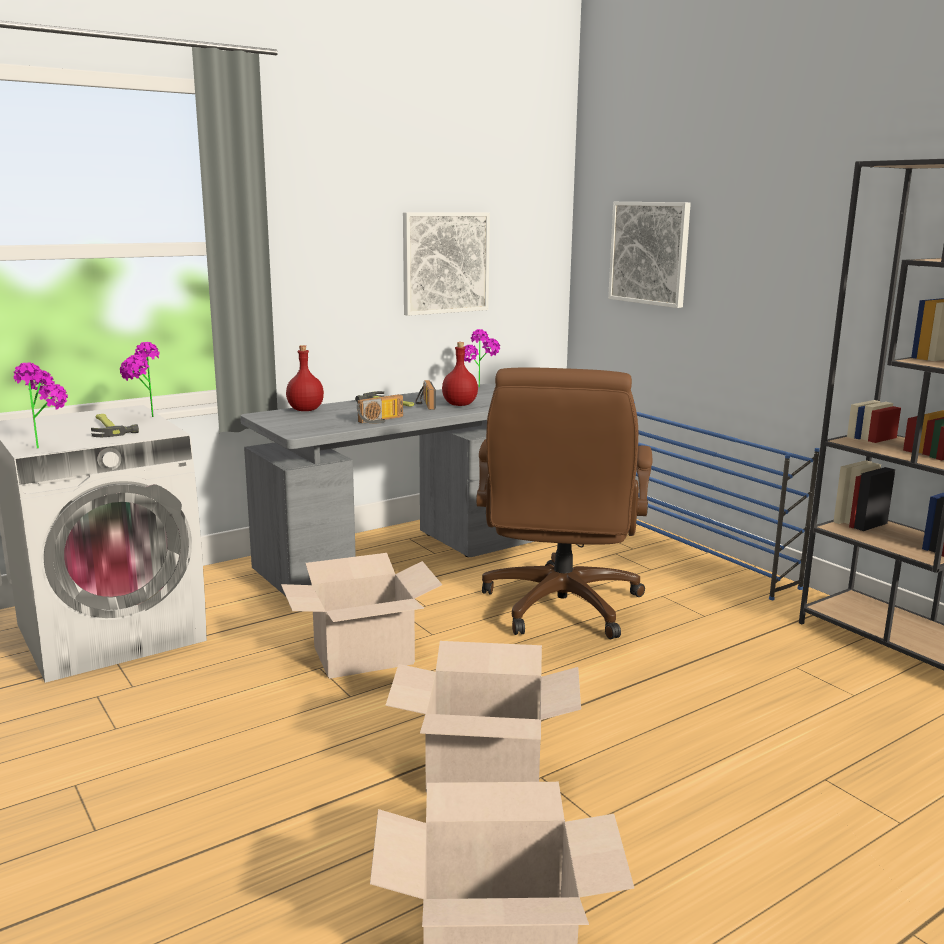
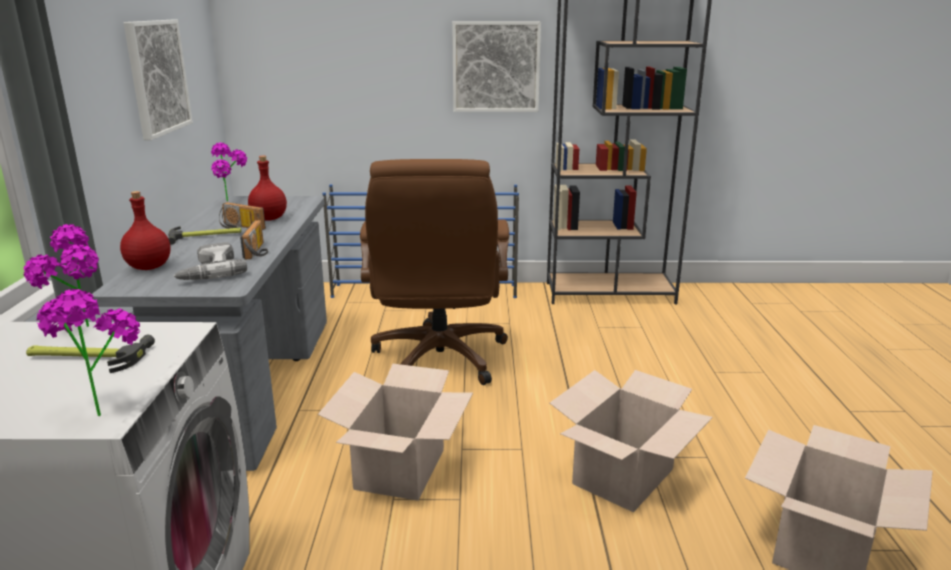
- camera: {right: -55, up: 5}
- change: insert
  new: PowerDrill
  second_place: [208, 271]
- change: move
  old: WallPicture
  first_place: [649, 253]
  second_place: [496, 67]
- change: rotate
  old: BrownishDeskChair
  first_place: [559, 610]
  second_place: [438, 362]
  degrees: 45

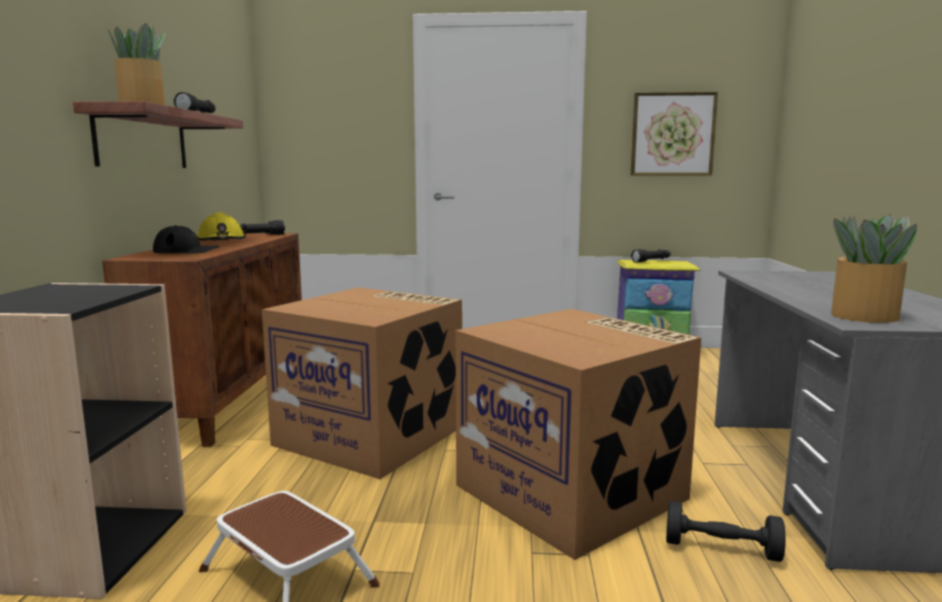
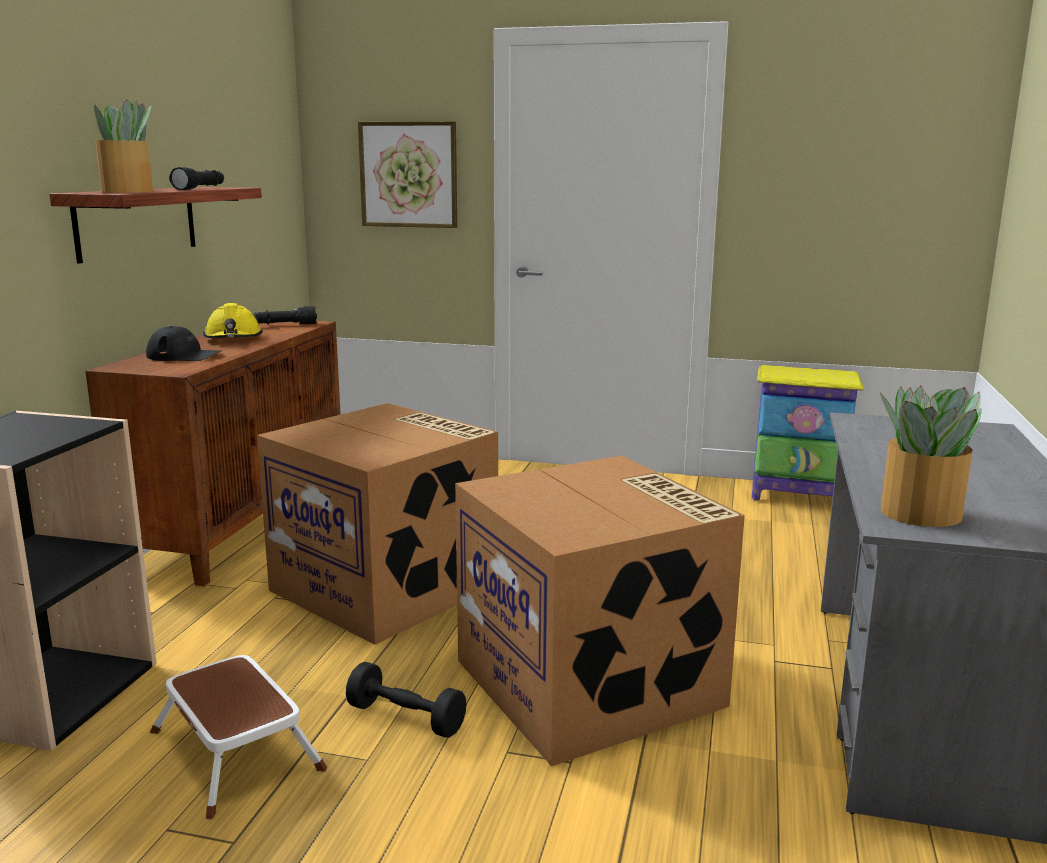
- camera: {right: 10, up: 5}
- change: delete
  old: BlackColouredHandTorch
  first_place: [651, 261]
- change: move
  old: WallPicture
  first_place: [672, 134]
  second_place: [408, 175]
- change: move
  old: BlackColouredHandWeight
  first_place: [721, 549]
  second_place: [406, 718]

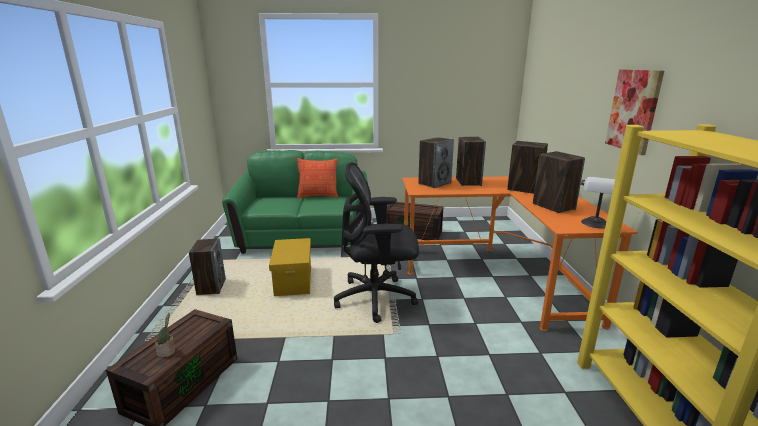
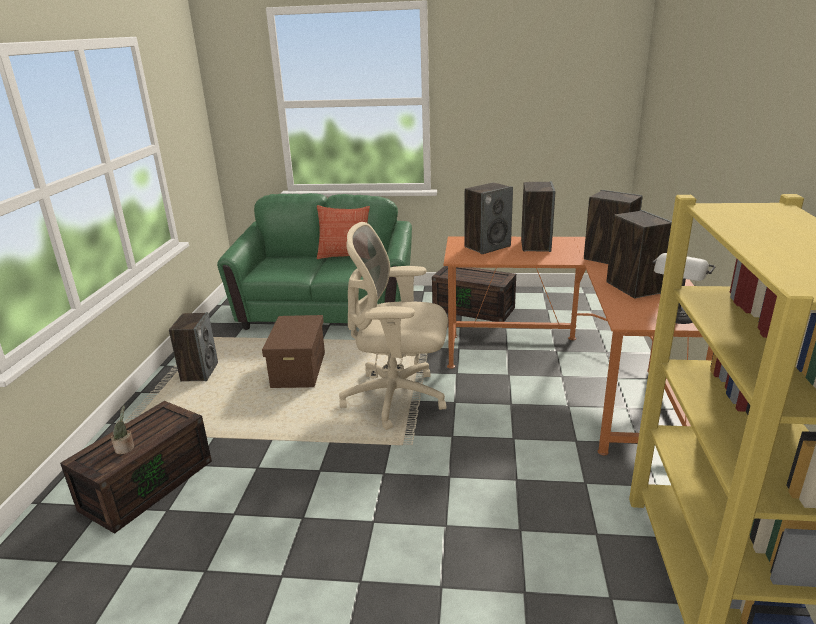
- camera: {right: 10, up: 5}
- change: delete
  old: WallPicture
  first_place: [633, 110]
- change: recolor
  old: YellowStorageBox
  new: BrownishStorageBox
  first_place: [293, 281]
  second_place: [298, 369]
- change: recolor
  old: BlackColouredDeskChair
  new: BeigeColouredDeskChair
  first_place: [380, 297]
  second_place: [401, 396]

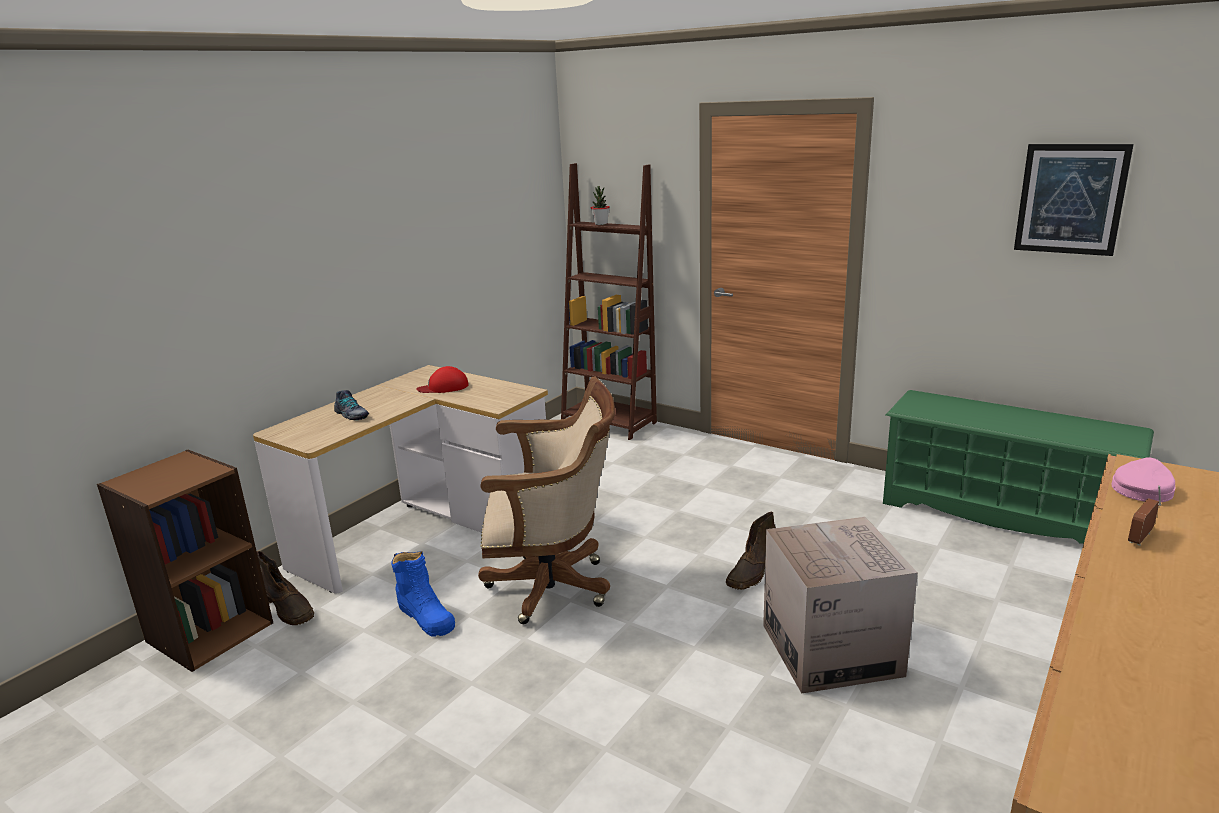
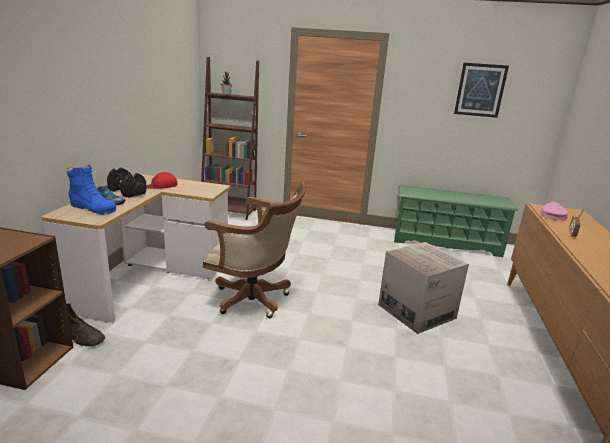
- camera: {right: -25, up: 0}
- change: delete
  old: BrownishBoot
  first_place: [753, 573]
- change: insert
  new: BlackColouredHandWeight
  second_place: [127, 192]
- change: move
  old: BlueBoot
  first_place: [426, 617]
  second_place: [93, 208]
- change: rotate
  old: DeskChair
  first_place: [555, 586]
  second_place: [254, 300]
  degrees: 45

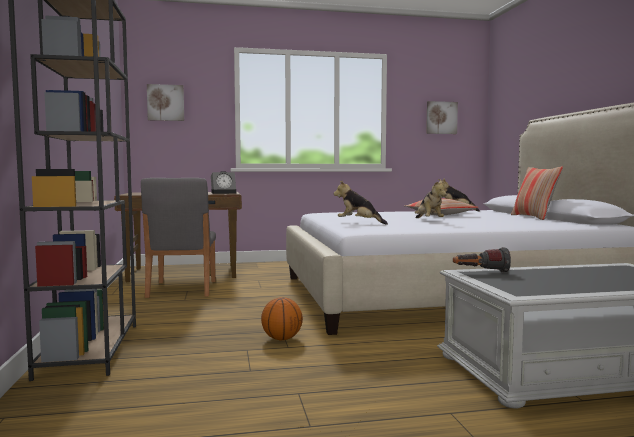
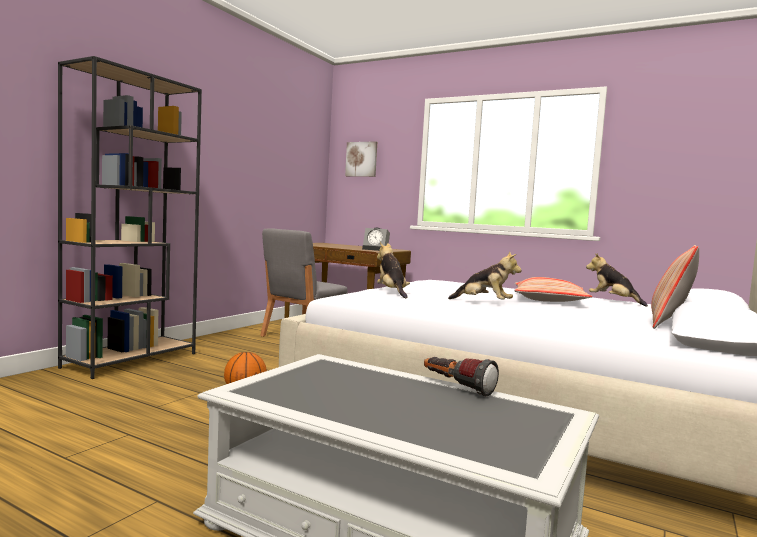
- camera: {right: 40, up: 0}
- change: delete
  old: WallPicture
  first_place: [441, 118]
- change: move
  old: HandTorch
  first_place: [480, 272]
  second_place: [457, 388]
- change: rotate
  old: CuddlyToy
  first_place: [428, 221]
  second_place: [483, 303]
  degrees: -90

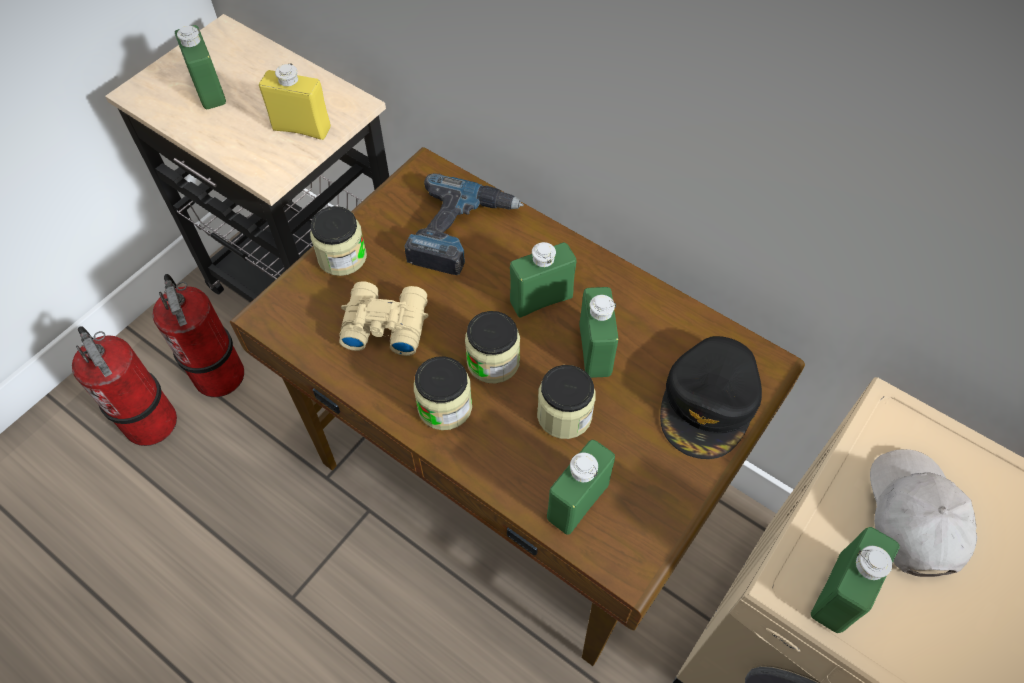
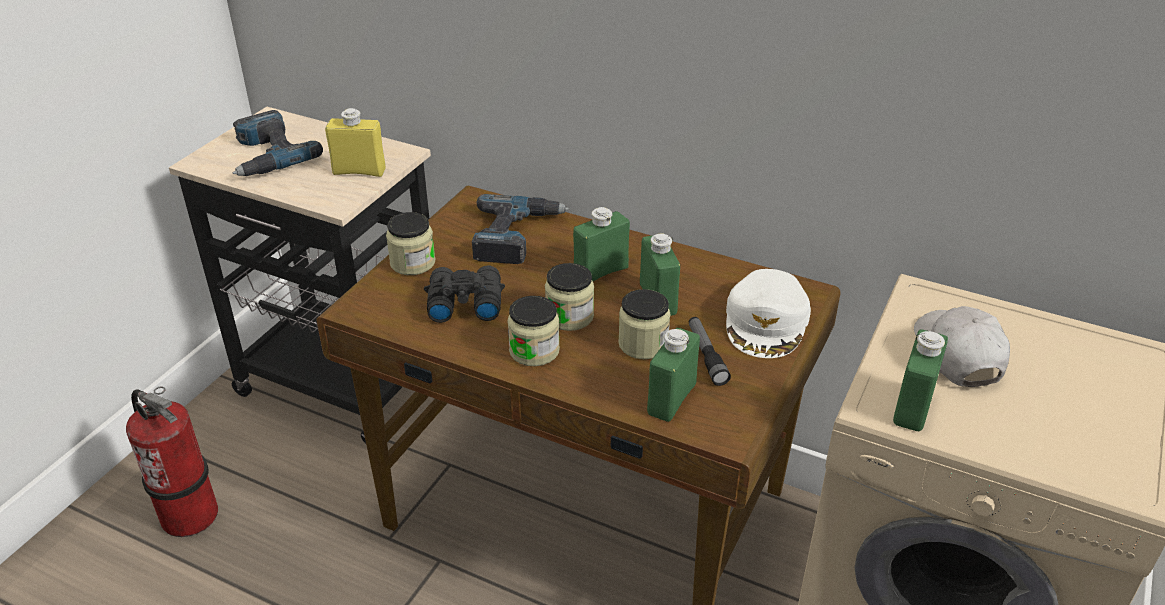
- camera: {right: -10, up: -20}
- change: delete
  old: Extinguisher
  first_place: [220, 374]
- change: insert
  new: HandTorch
  second_place: [706, 355]
- change: replace
  old: GreenDrinkBottle
  new: PowerDrill
  first_place: [209, 90]
  second_place: [267, 155]
- change: recolor
  old: BeigeColouredPairOfBinoculars
  new: BlackColouredPairOfBinoculars
  first_place: [384, 324]
  second_place: [463, 302]
- change: recolor
  old: BlackColouredPeakedCap
  new: WhitePeakedCap
  first_place: [709, 403]
  second_place: [767, 322]

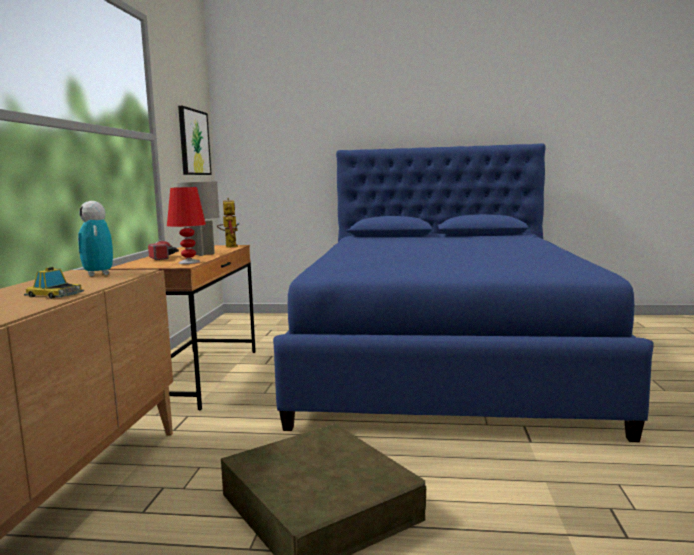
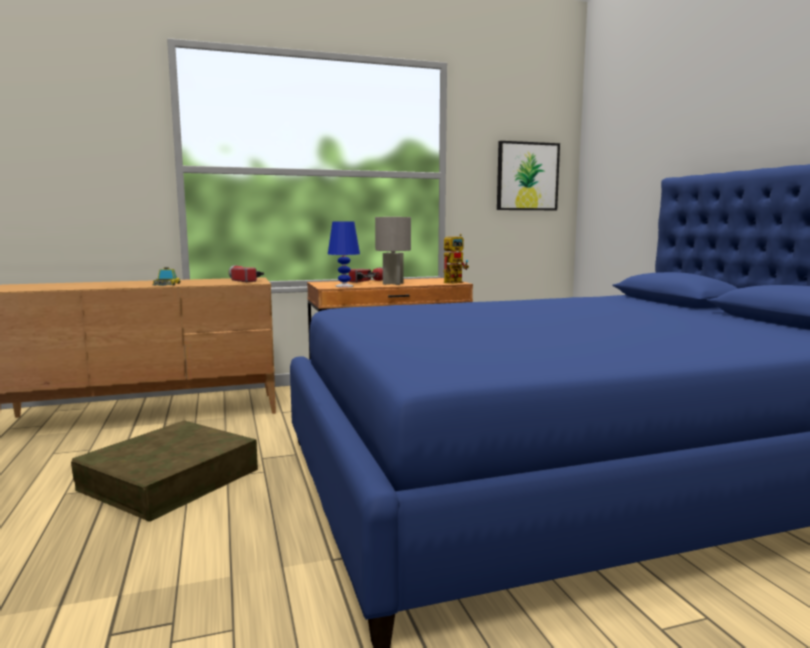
- camera: {right: 65, up: 0}
- change: replace
  old: ToyRobot
  new: HandTorch
  first_place: [98, 274]
  second_place: [243, 281]
- change: recolor
  old: RedLampForATable
  new: BlueLampForATable
  first_place: [189, 262]
  second_place: [344, 286]

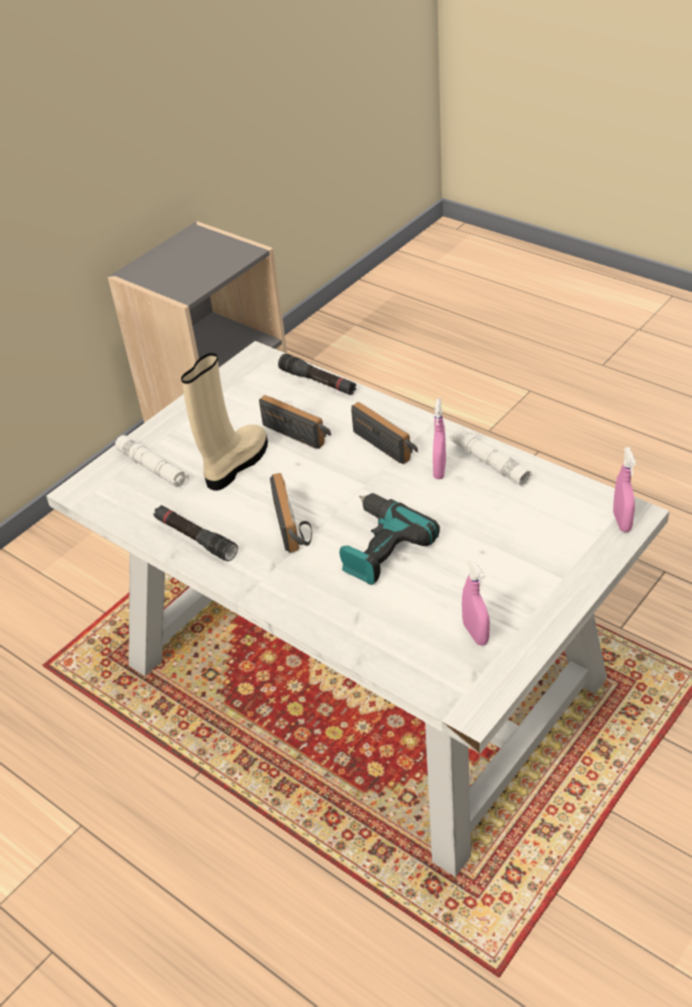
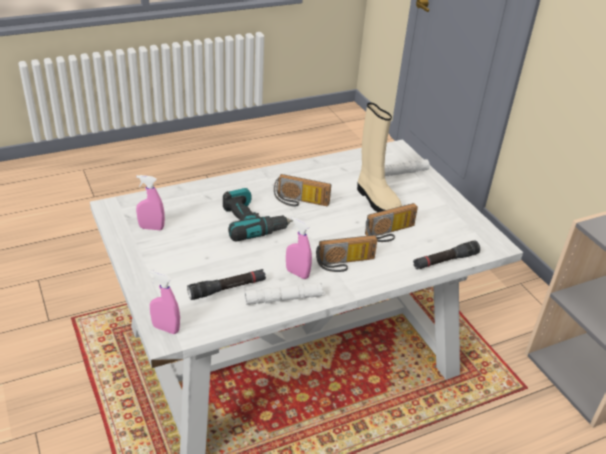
- camera: {right: 110, up: -5}
- change: move
  old: BlackColouredHandTorch
  first_place: [195, 538]
  second_place: [227, 289]

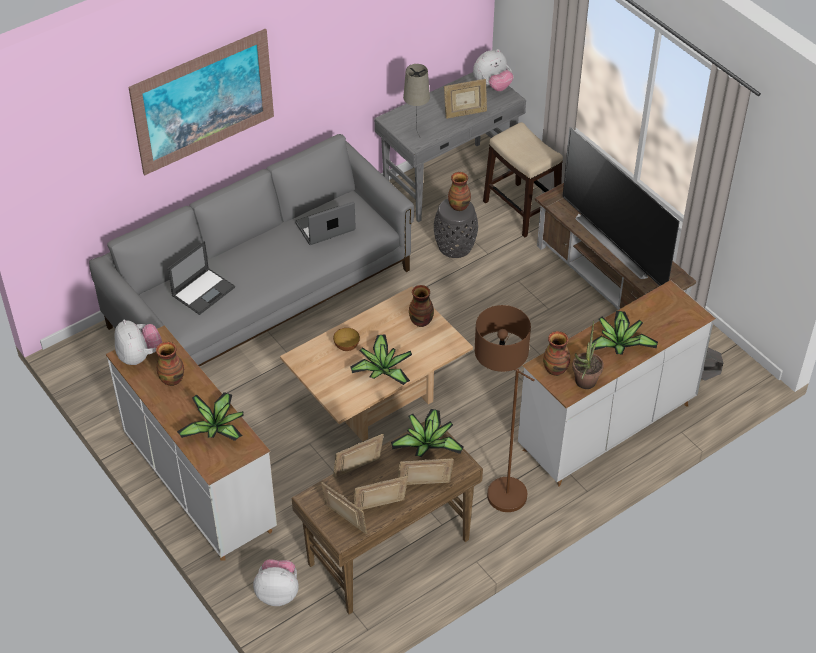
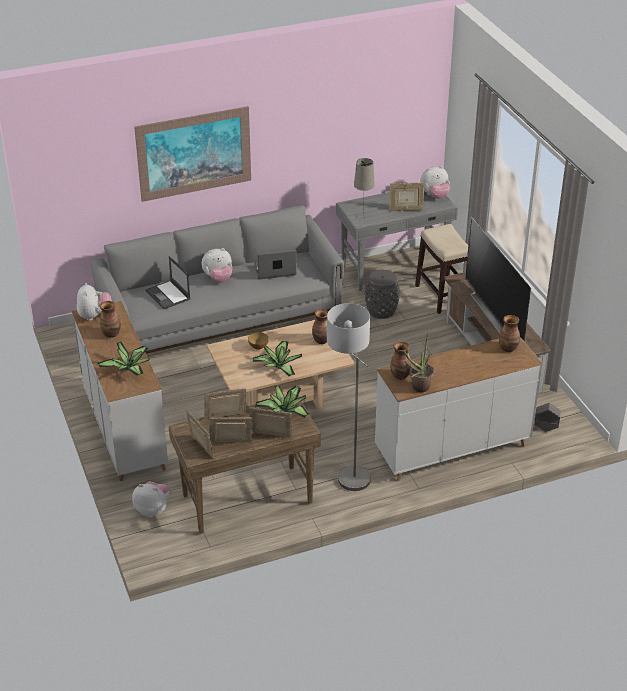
- camera: {right: 15, up: -10}
- change: delete
  old: PlantInAPot
  first_place: [619, 344]
- change: insert
  new: CuddlyToy
  second_place: [218, 278]
- change: move
  old: DecorativeVase
  first_place: [459, 206]
  second_place: [508, 348]
- change: recolor
  old: BrownishFloorLamp
  new: GreyFloorLamp
  first_place: [497, 489]
  second_place: [348, 474]
- change: rotate
  old: NotebookComputer
  first_place: [203, 291]
  second_place: [168, 295]
  degrees: 90

